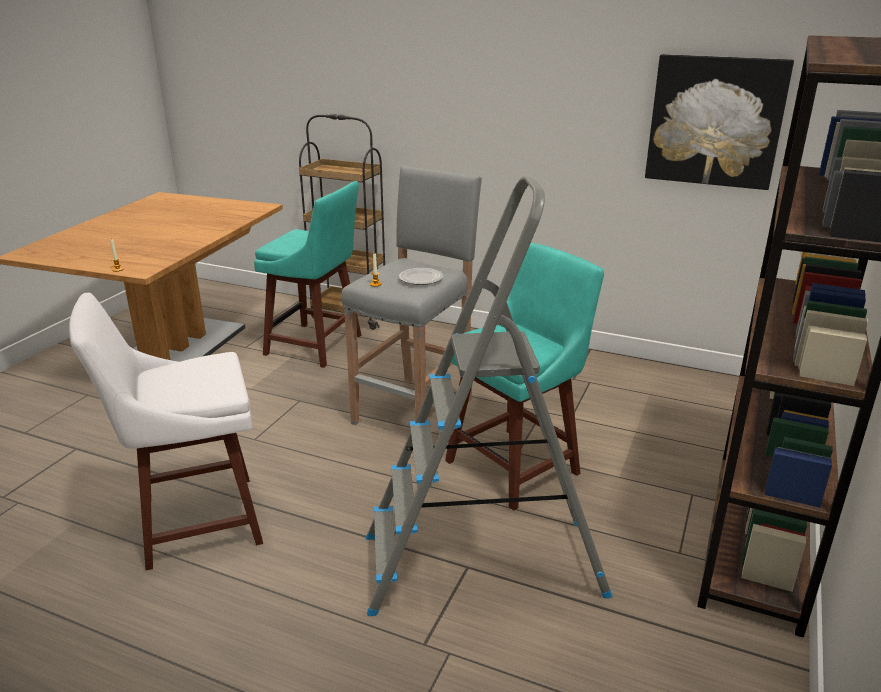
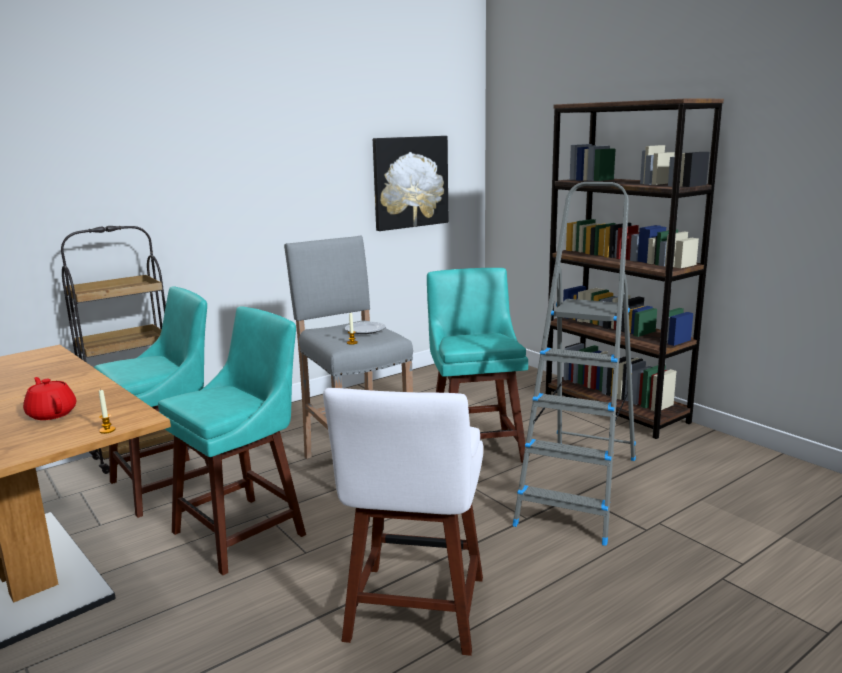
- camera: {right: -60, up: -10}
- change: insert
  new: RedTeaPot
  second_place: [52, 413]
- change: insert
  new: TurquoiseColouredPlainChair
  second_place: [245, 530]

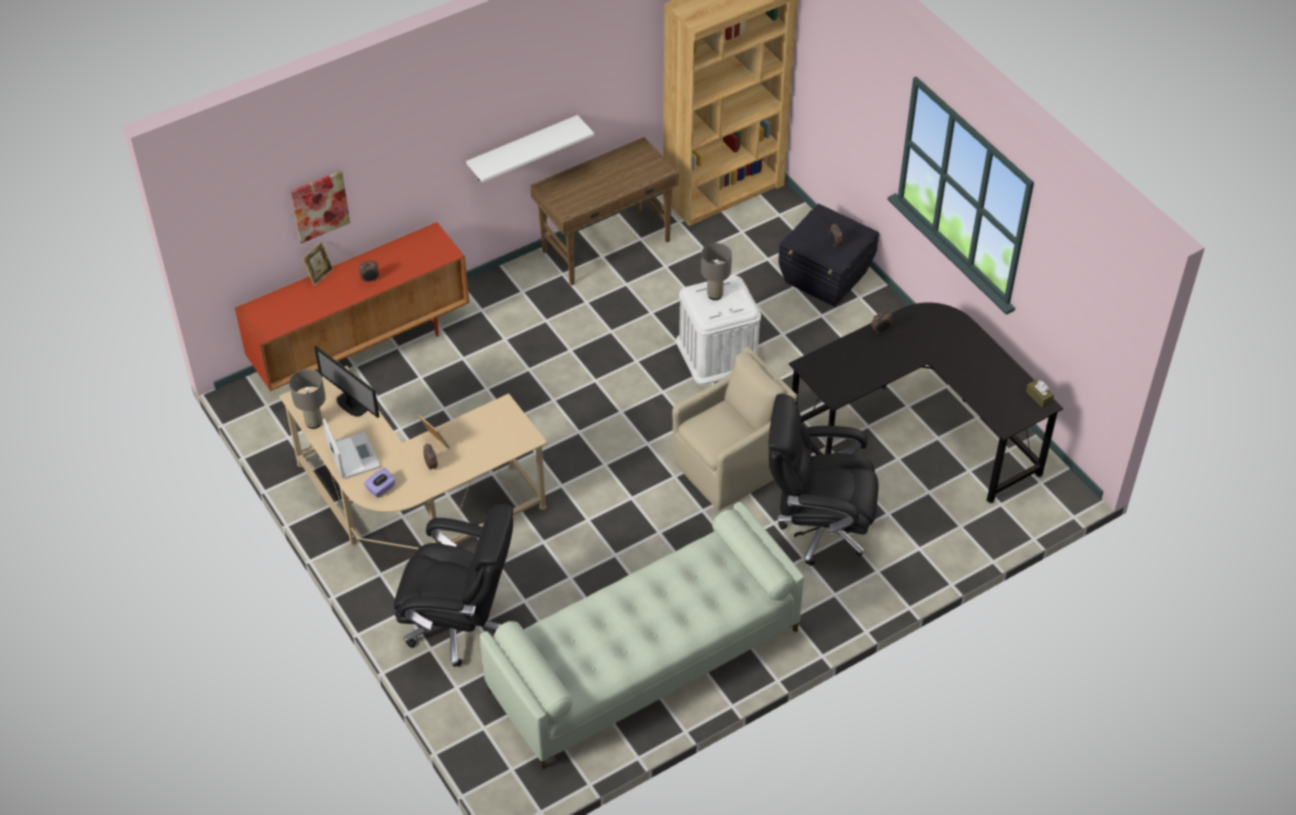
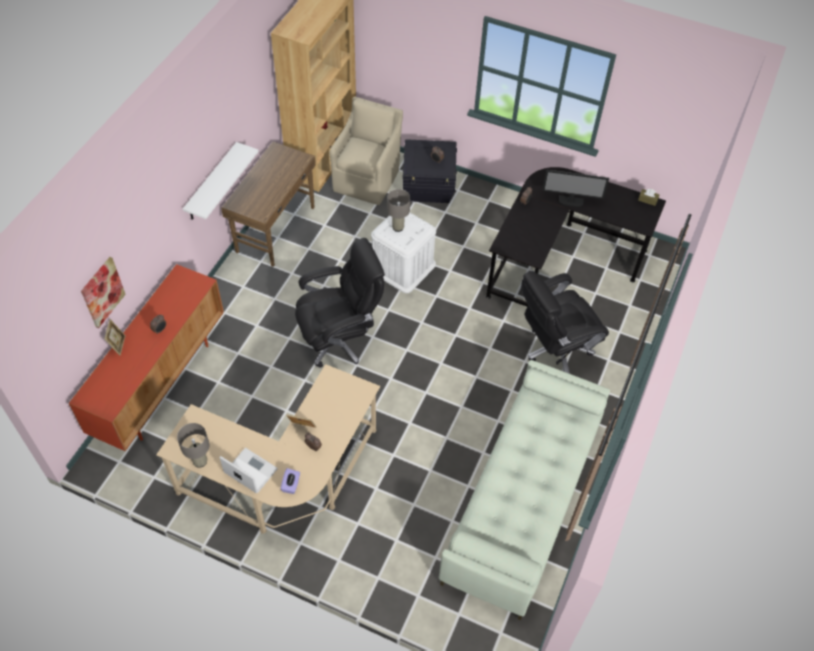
- camera: {right: -35, up: 5}
- change: move
  old: ComputerDisplay
  first_place: [351, 405]
  second_place: [571, 202]
- change: move
  old: BlackColouredDeskChair
  first_place: [459, 627]
  second_place: [340, 341]
- change: move
  old: BeigeColouredEasyChair
  first_place: [731, 467]
  second_place: [367, 179]

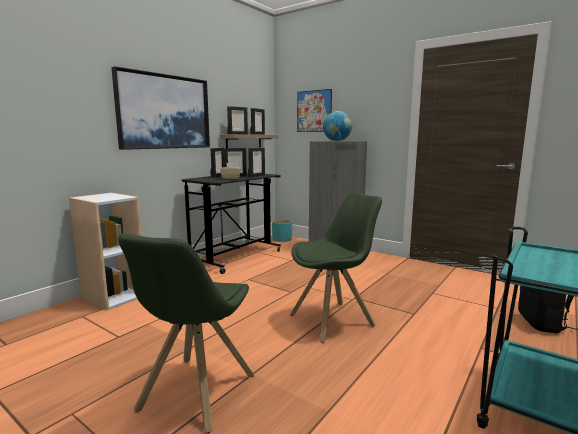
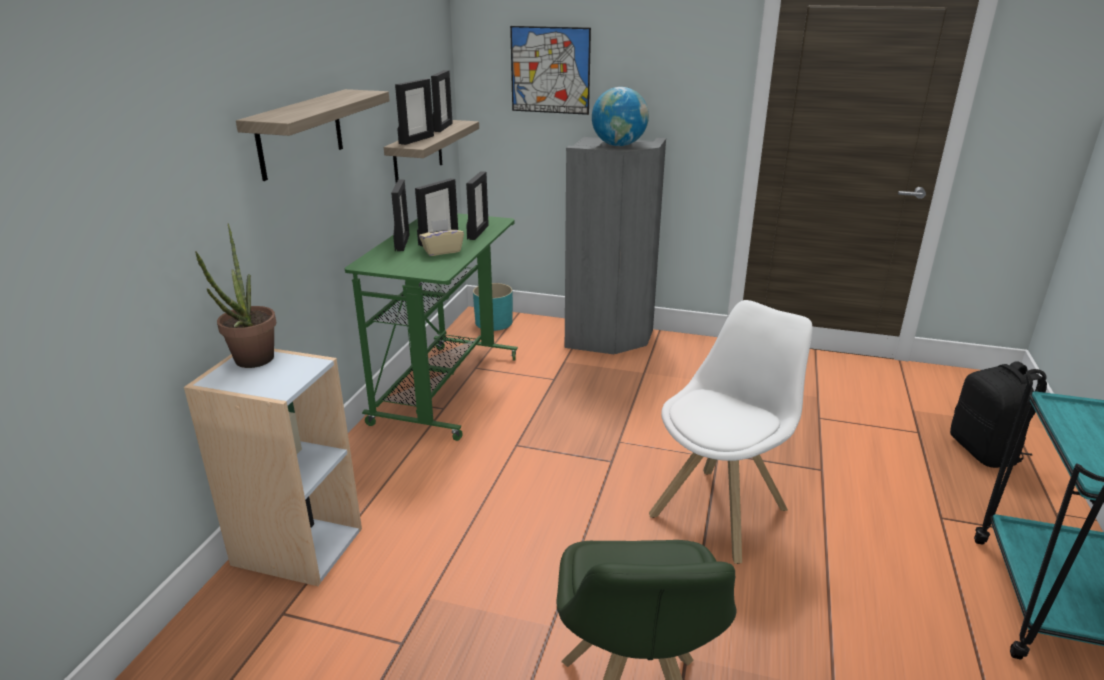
- camera: {right: -20, up: 15}
- change: insert
  new: PlantInAPot
  second_place: [251, 363]
- change: replace
  old: WallPicture
  new: WallShelf
  first_place: [164, 112]
  second_place: [300, 133]
- change: recolor
  old: BlackColouredDeskUnit
  new: GreenDeskUnit
  first_place: [236, 257]
  second_place: [447, 389]
- change: recolor
  old: GreenPlainChair
  new: WhitePlainChair
  first_place: [332, 320]
  second_place: [720, 512]

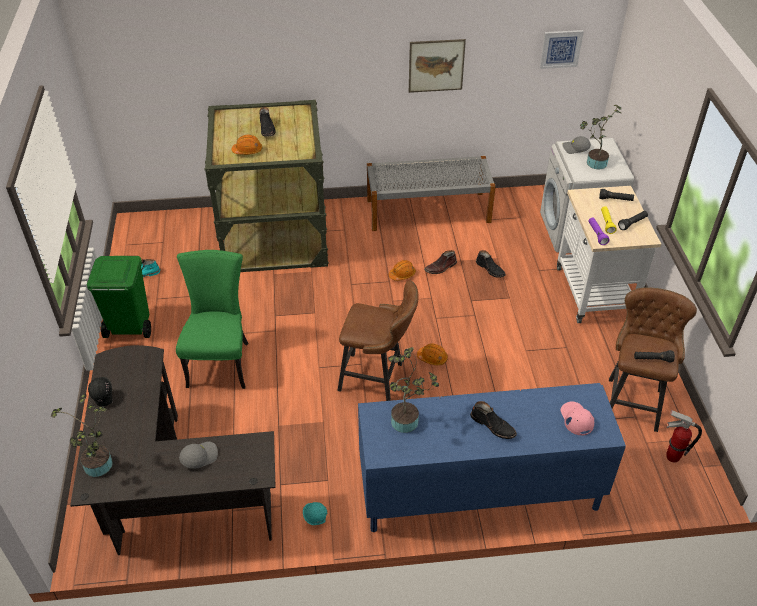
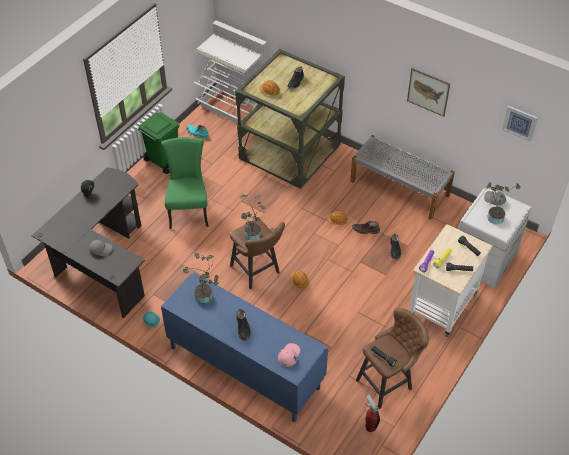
- camera: {right: 40, up: 5}
- change: insert
  new: WhiteShoeShelf
  second_place: [232, 110]
- change: move
  old: PlantInAPot
  first_place: [99, 467]
  second_place: [252, 236]
- change: rotate
  old: GreenPlainChair
  first_place: [220, 361]
  second_place: [188, 209]
  degrees: -45

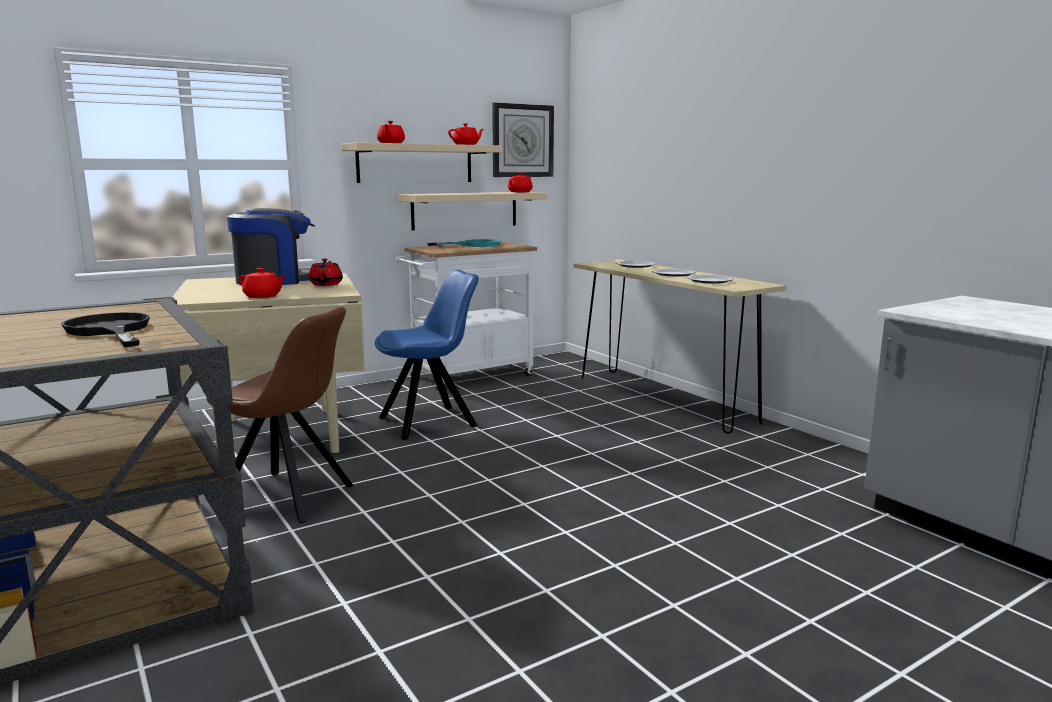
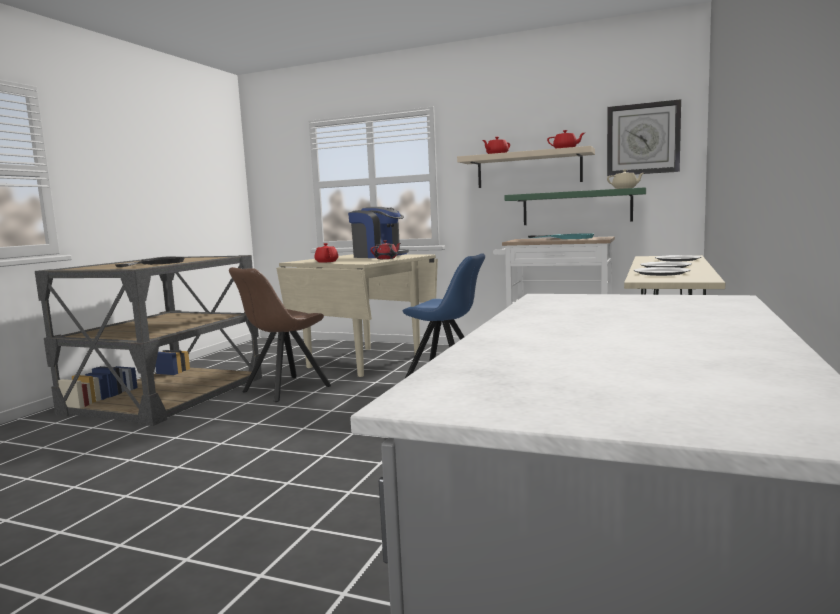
- camera: {right: 55, up: -5}
- change: recolor
  old: BeigeColouredWallShelf
  new: GreenWallShelf
  first_place: [465, 210]
  second_place: [576, 207]
- change: recolor
  old: RedTeaPot
  new: BeigeColouredTeaPot
  first_place: [520, 192]
  second_place: [625, 188]
- change: rotate
  old: BrownishPlainChair
  first_place: [287, 496]
  second_place: [285, 389]
  degrees: 60

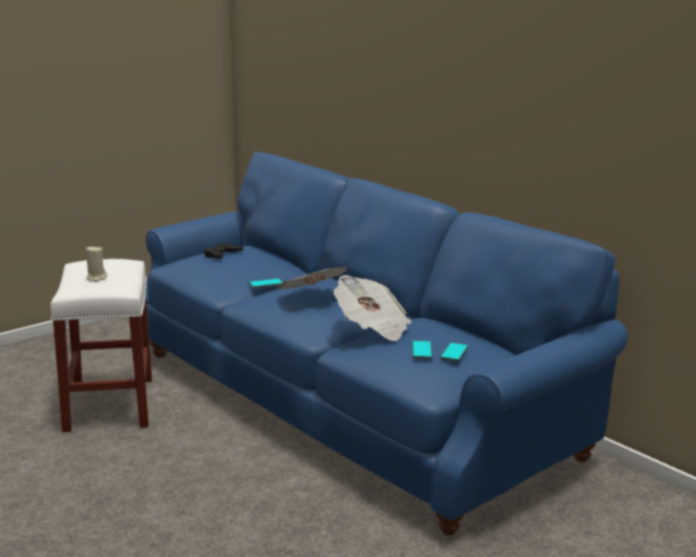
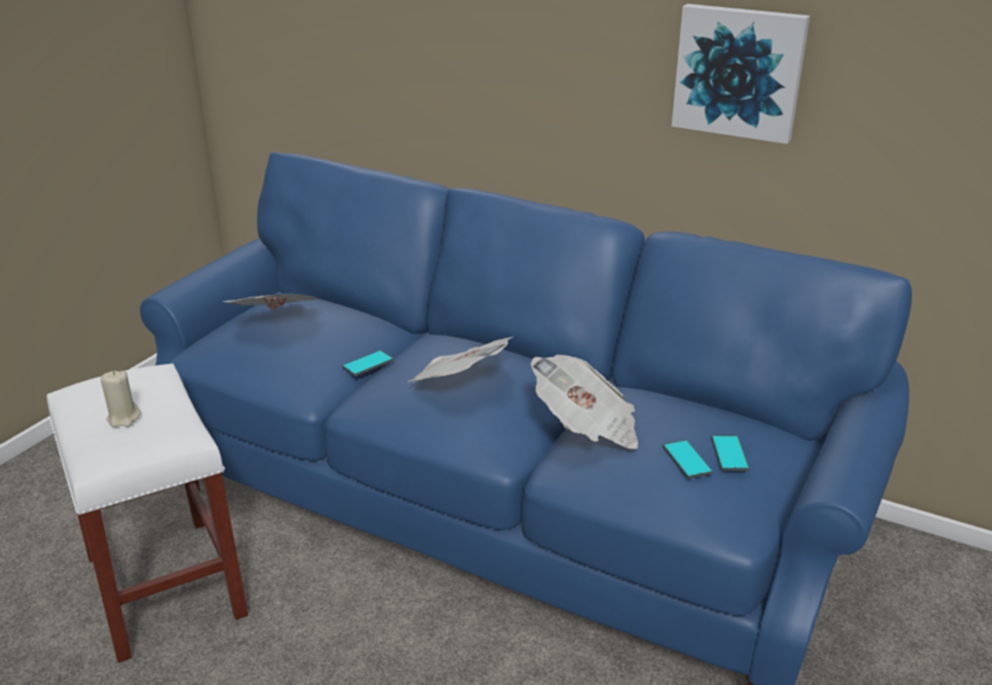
- camera: {right: -20, up: 10}
- change: insert
  new: WallPicture
  second_place: [739, 72]
- change: replace
  old: BlackColouredJoypad
  new: PrintedPaper
  first_place: [222, 255]
  second_place: [276, 323]

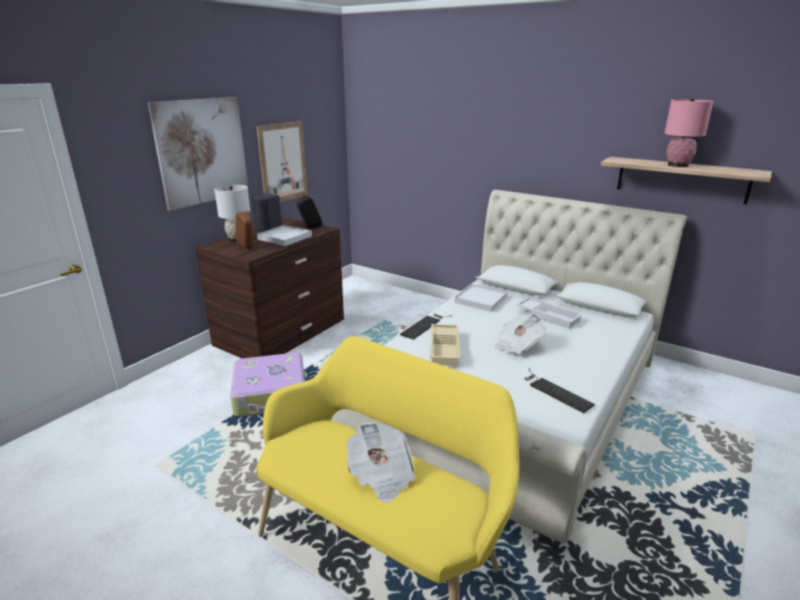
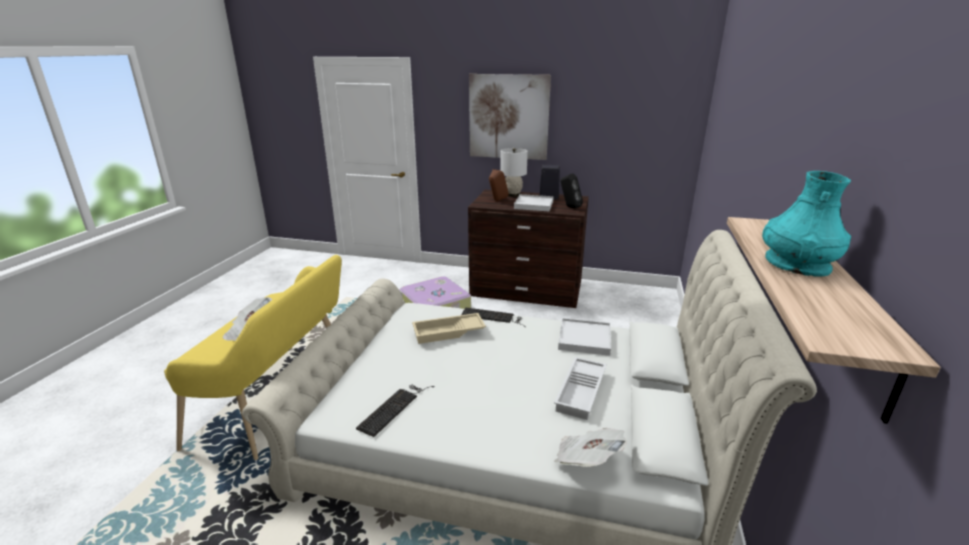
- camera: {right: 70, up: 0}
- change: delete
  old: WallPicture
  first_place: [283, 162]
- change: move
  old: PrintedPaper
  first_place: [517, 345]
  second_place: [586, 460]
- change: replace
  old: PinkColouredLampForATable
  new: TurquoiseColouredDecorativeVase
  first_place: [678, 165]
  second_place: [797, 264]

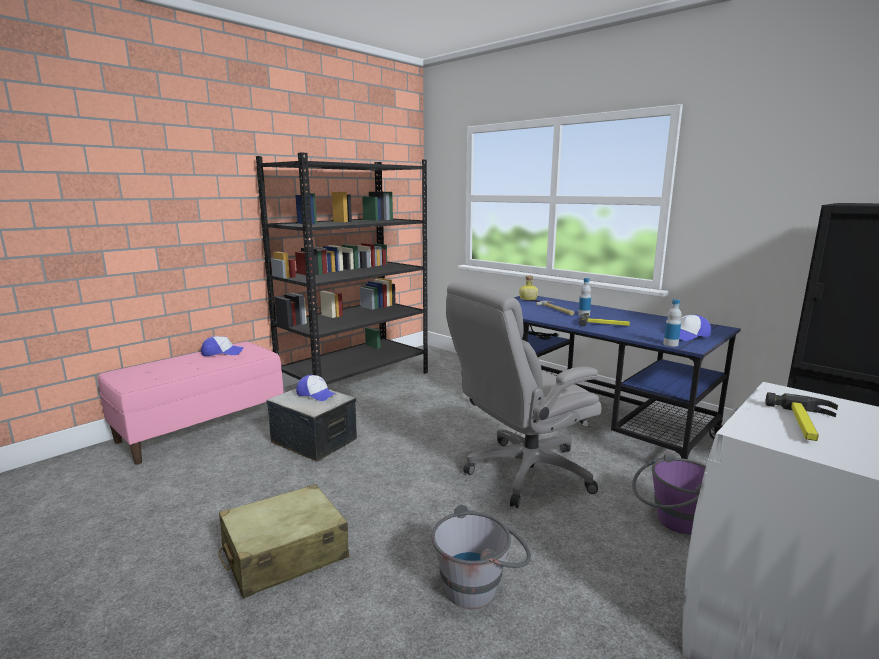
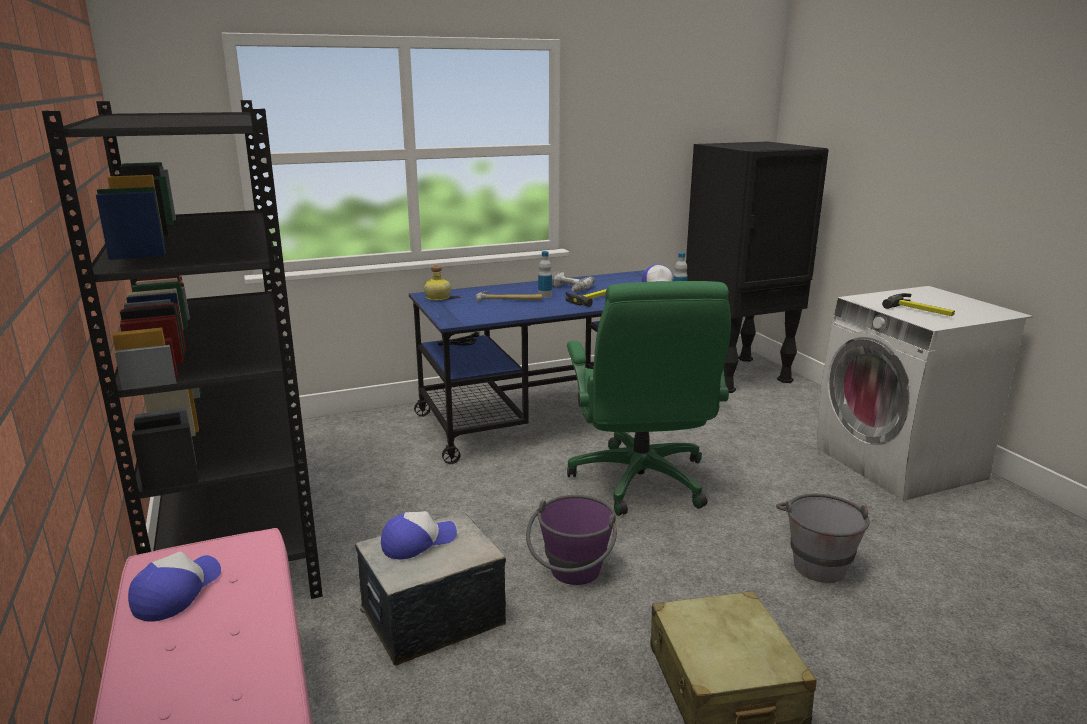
- camera: {right: -65, up: 5}
- change: insert
  new: PowerDrill
  second_place: [567, 289]
- change: move
  old: PurpleColouredBucket
  first_place: [671, 521]
  second_place: [572, 576]
- change: recolor
  old: GreyDeskChair
  new: GreenDeskChair
  first_place: [520, 474]
  second_place: [641, 485]

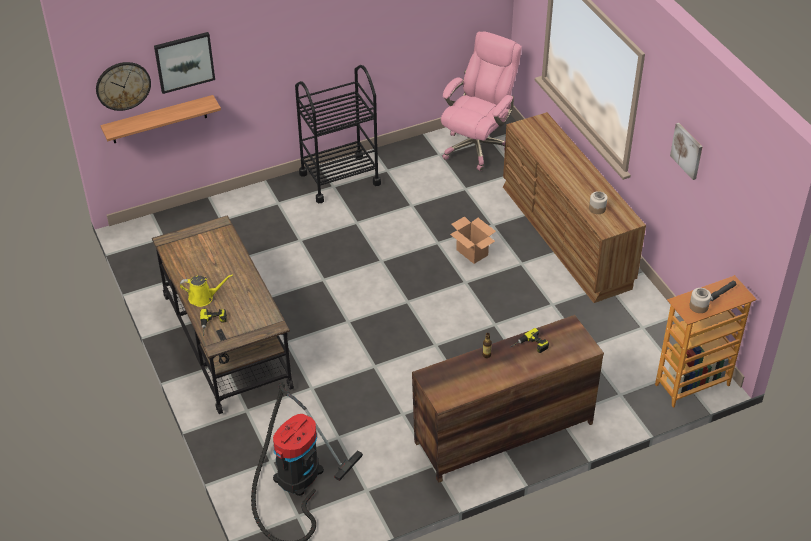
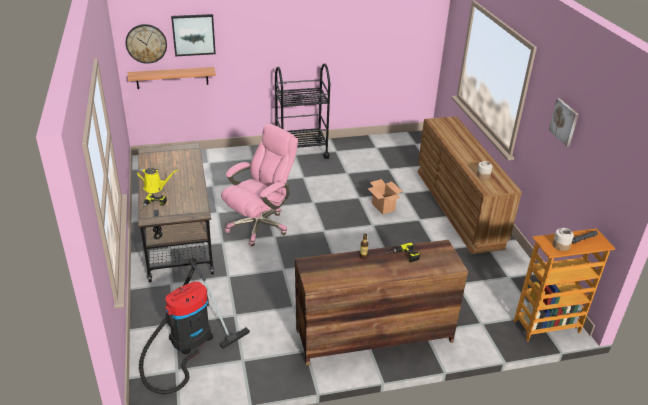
- camera: {right: 10, up: -10}
- change: move
  old: PinkColouredDeskChair
  first_place: [478, 147]
  second_place: [260, 227]

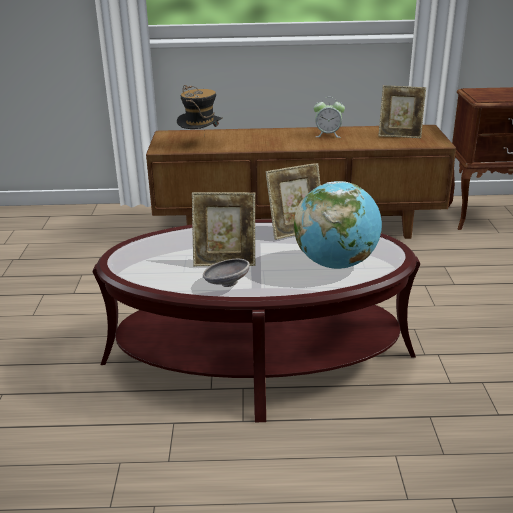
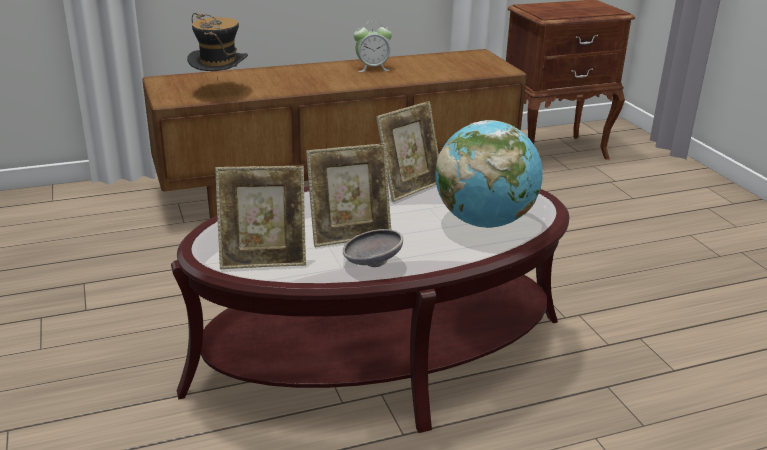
- camera: {right: -20, up: 0}
- change: move
  old: PictureFrame
  first_place: [400, 135]
  second_place: [263, 259]

